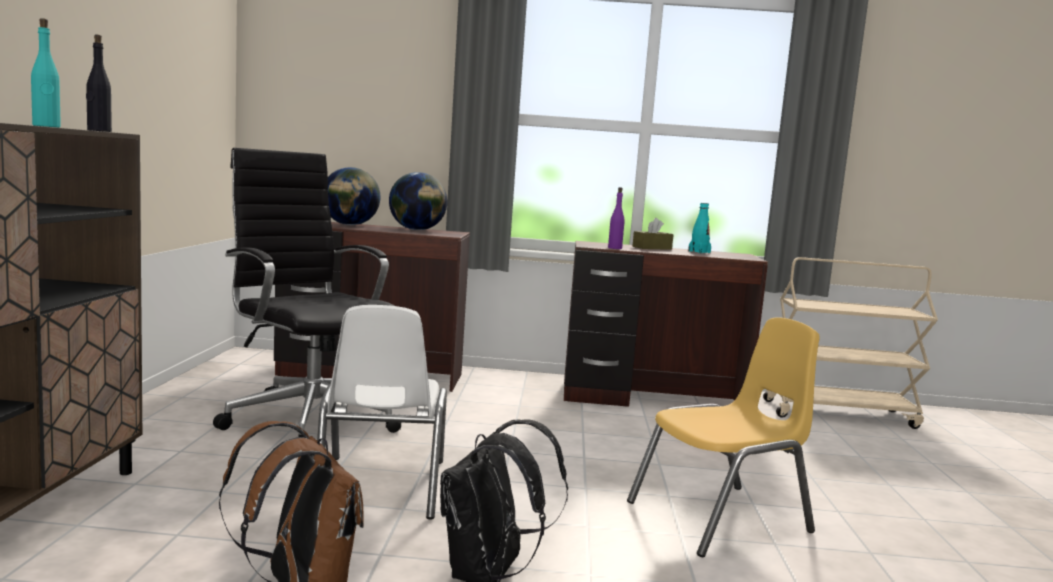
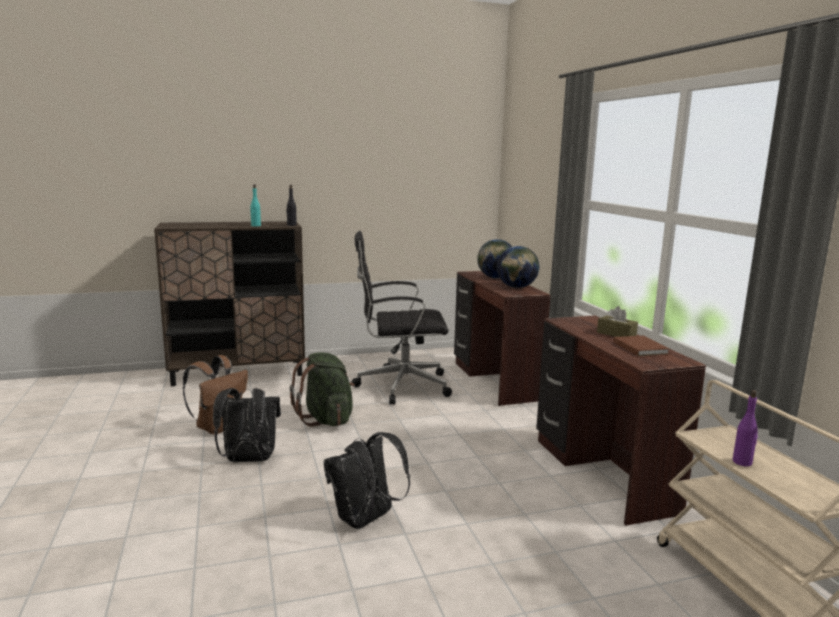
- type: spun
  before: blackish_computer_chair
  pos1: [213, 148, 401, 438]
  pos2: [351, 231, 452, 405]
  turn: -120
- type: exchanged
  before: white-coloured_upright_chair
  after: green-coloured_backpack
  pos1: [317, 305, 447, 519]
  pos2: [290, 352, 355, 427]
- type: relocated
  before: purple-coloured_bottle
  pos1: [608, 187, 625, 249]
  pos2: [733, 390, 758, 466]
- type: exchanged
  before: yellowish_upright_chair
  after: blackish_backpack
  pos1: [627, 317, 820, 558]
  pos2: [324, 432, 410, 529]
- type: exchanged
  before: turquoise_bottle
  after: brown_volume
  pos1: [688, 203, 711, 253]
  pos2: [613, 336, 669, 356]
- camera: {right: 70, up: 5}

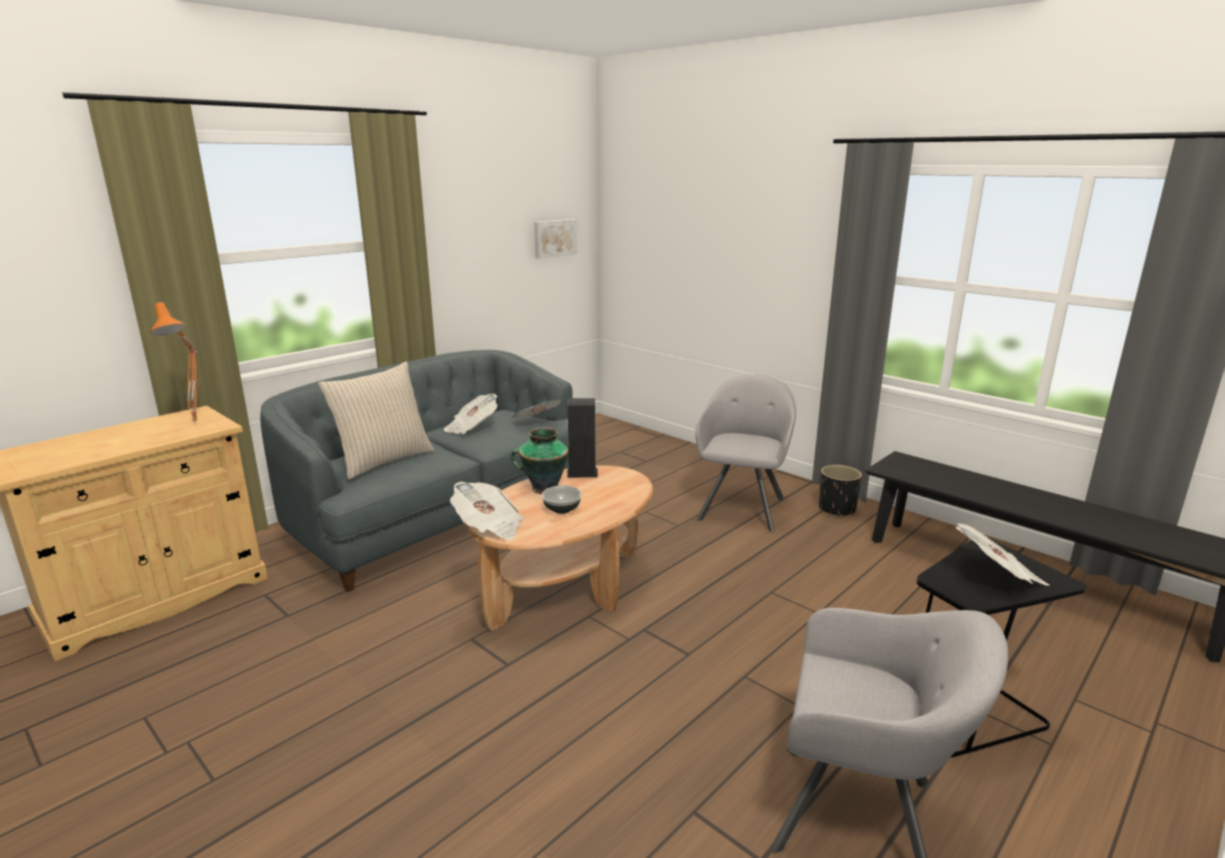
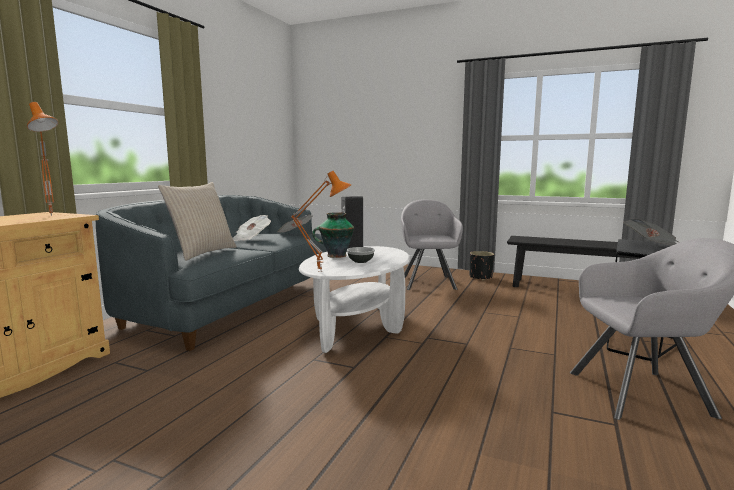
- type: exchanged
  before: printed_paper
  after: orange_tabletop_lamp
  pos1: [450, 482, 524, 540]
  pos2: [291, 171, 351, 272]
- type: colour
  before: brown_coffee_table
  after: white-coloured_coffee_table
  pos1: [468, 465, 653, 631]
  pos2: [299, 246, 410, 353]
- type: missing
  before: wall_picture
  pos1: [534, 219, 577, 259]
- camera: {right: -20, up: -10}

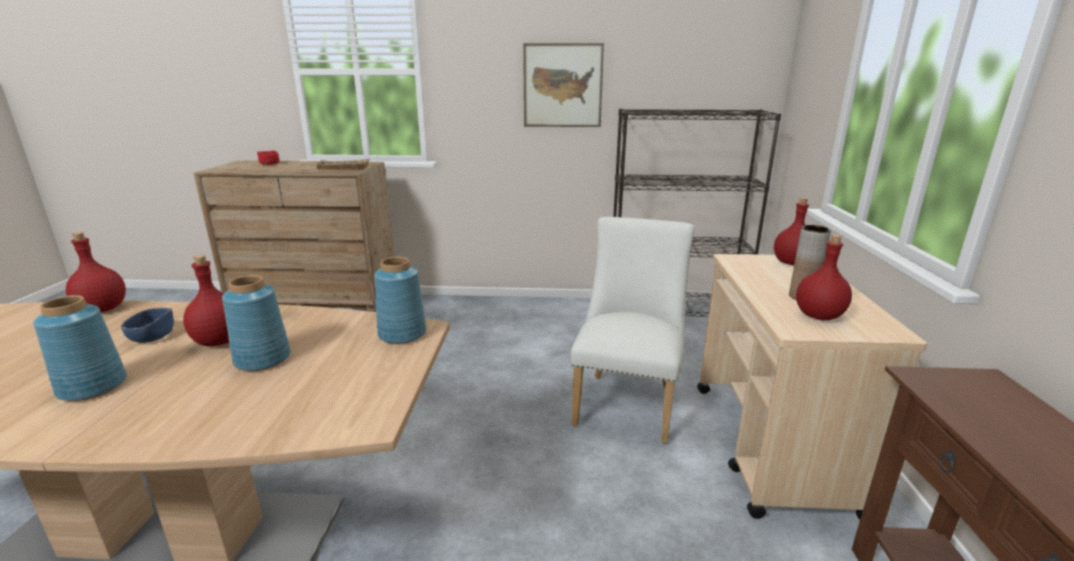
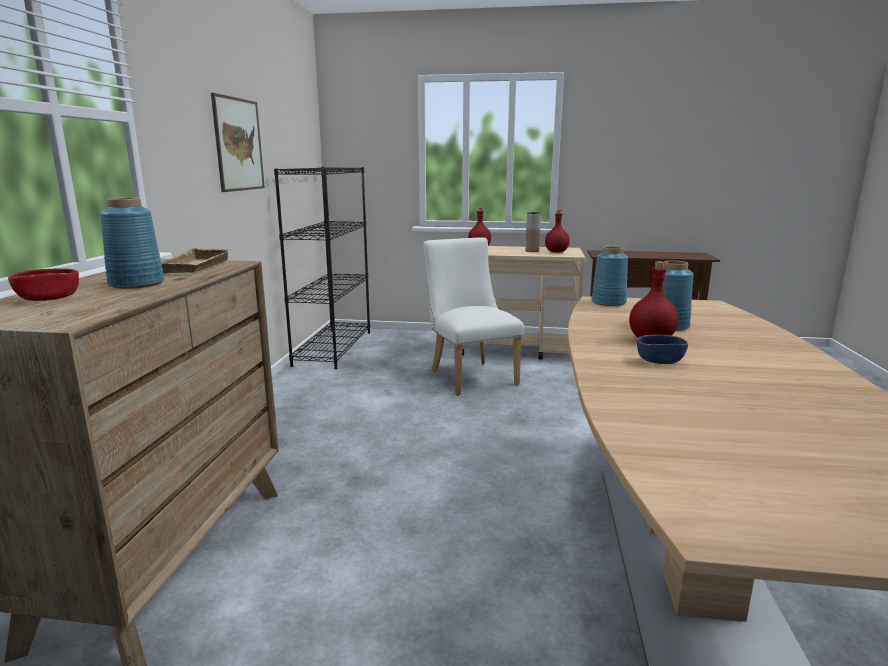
- type: relocated
  before: bluish_decorative_vase
  pos1: [33, 295, 127, 401]
  pos2: [100, 198, 165, 289]
- type: missing
  before: red_bottle
  pos1: [66, 232, 126, 312]
- type: spun
  before: white-coloured_upright_chair
  pos1: [571, 217, 695, 443]
  pos2: [423, 238, 524, 395]
  turn: 45
- camera: {right: -85, up: -5}

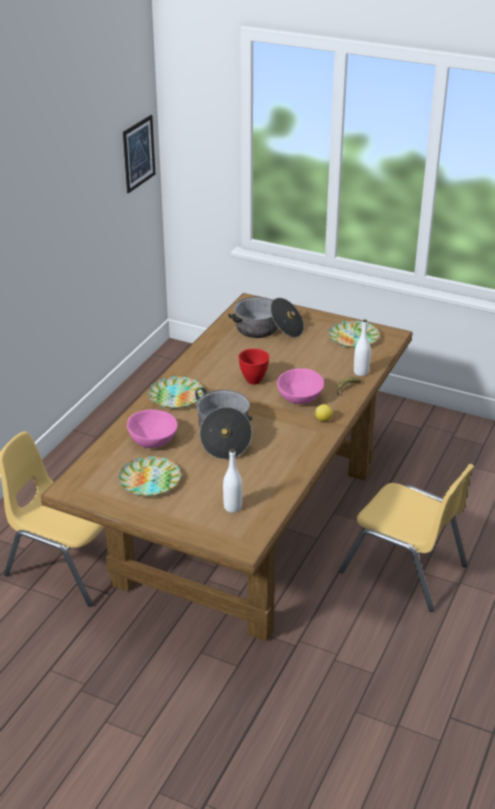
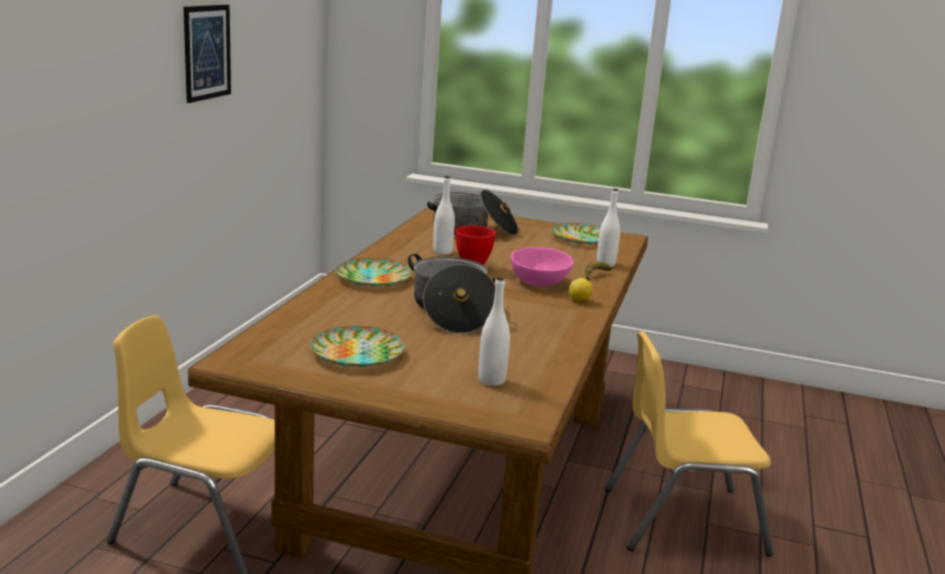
- type: relocated
  before: wall_picture
  pos1: [123, 115, 155, 193]
  pos2: [184, 5, 231, 103]
- type: missing
  before: pinkish_serving_bowl
  pos1: [127, 409, 178, 448]
- type: spun
  before: yellowish_upright_chair
  pos1: [339, 464, 475, 612]
  pos2: [605, 331, 773, 556]
  turn: 150
- type: appeared
  after: white-coloured_bottle
  pos2: [433, 176, 455, 255]
- camera: {right: -10, up: -15}

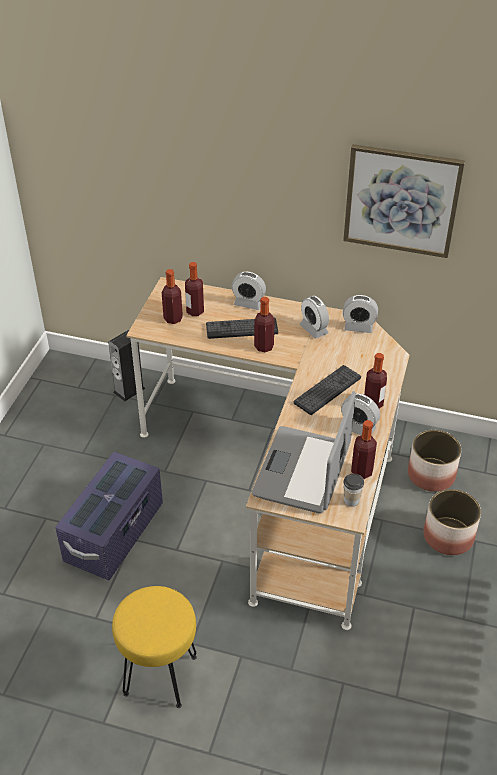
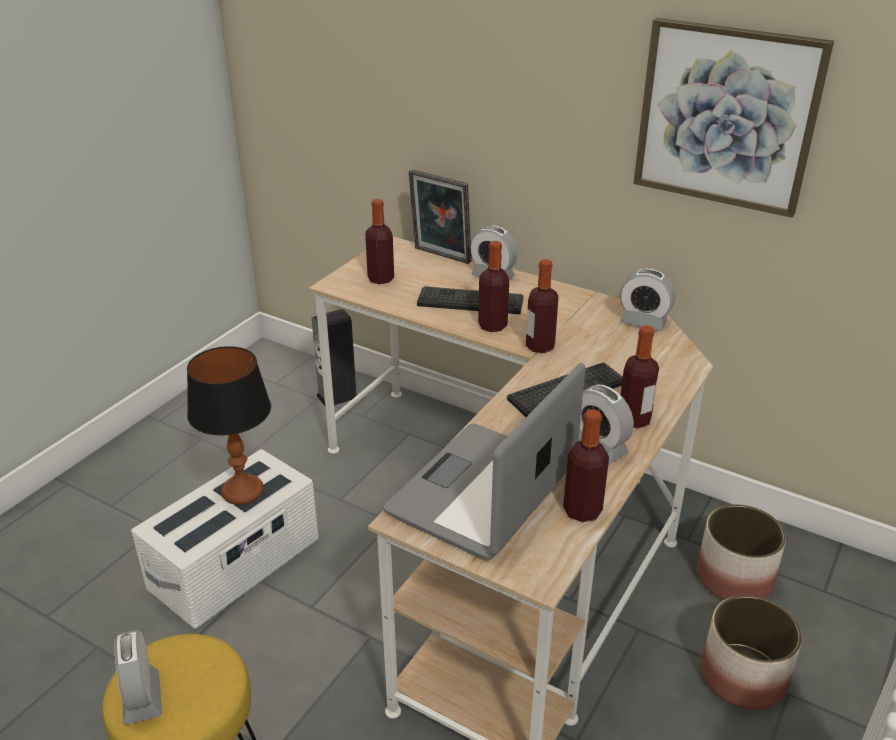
- type: colour
  before: purple-coloured_storage_bin
  after: white-coloured_storage_bin
  pos1: [55, 452, 163, 580]
  pos2: [131, 449, 319, 629]
- type: relocated
  before: bottle
  pos1: [185, 262, 204, 316]
  pos2: [526, 259, 559, 353]
- type: relocated
  before: alarm_clock
  pos1: [300, 296, 329, 339]
  pos2: [115, 629, 162, 725]
- type: missing
  before: cup
  pos1: [343, 473, 364, 507]
- type: appeared
  after: tabletop_lamp
  pos2: [187, 346, 271, 505]
- type: appeared
  after: standing_frame
  pos2: [409, 169, 472, 264]
- camera: {right: 15, up: -10}

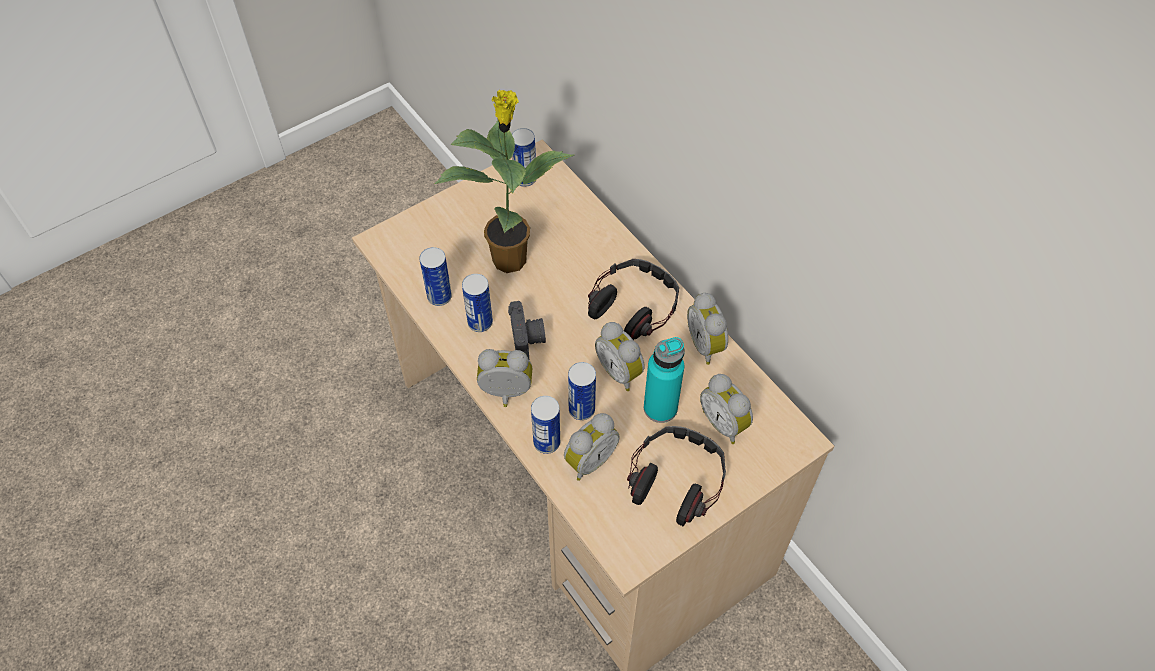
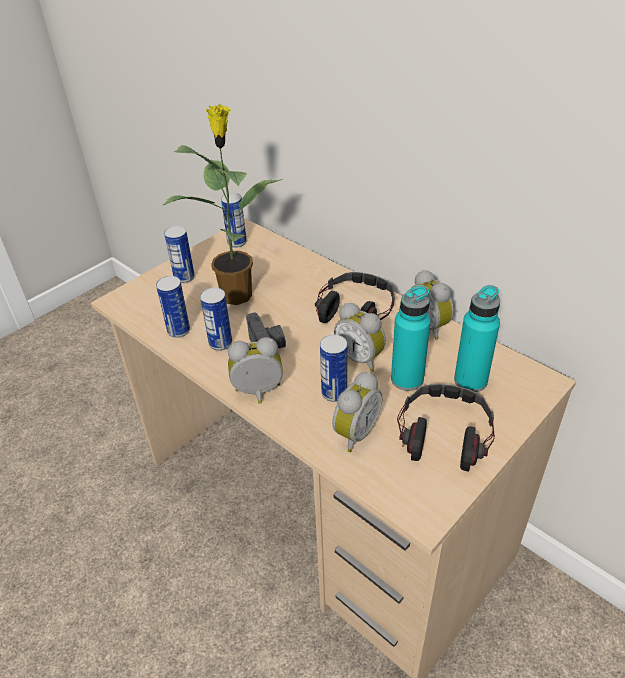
- type: relocated
  before: metal_can
  pos1: [531, 396, 560, 454]
  pos2: [164, 226, 195, 283]
- type: exchanged
  before: alarm_clock
  after: turquoise_bottle
  pos1: [700, 374, 753, 444]
  pos2: [454, 285, 500, 392]
- camera: {right: -10, up: -15}

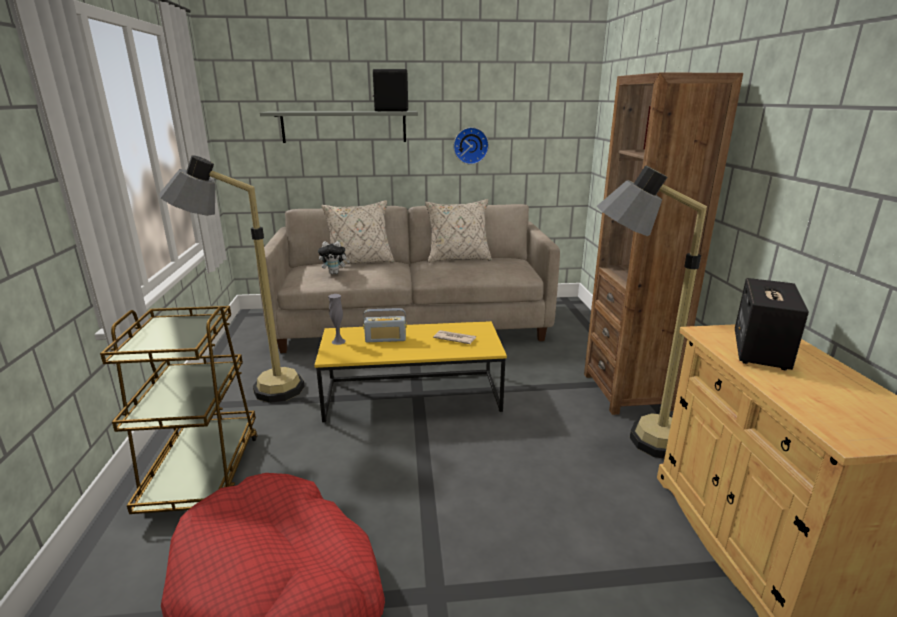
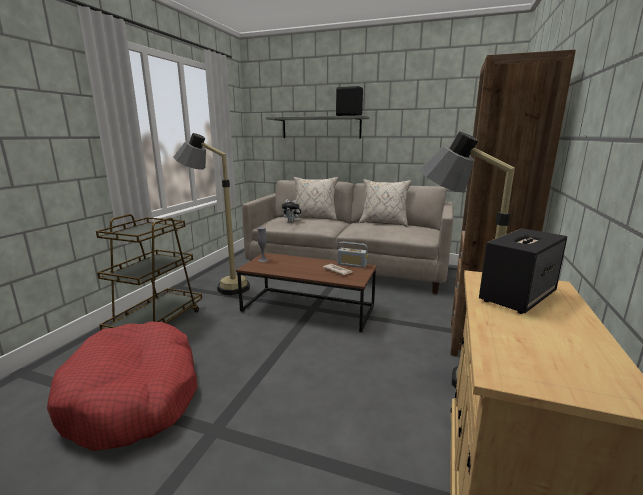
- type: colour
  before: yellowish_coffee_table
  after: brown_coffee_table
  pos1: [314, 321, 507, 422]
  pos2: [236, 253, 377, 332]
- type: relocated
  before: radio_receiver
  pos1: [363, 308, 407, 342]
  pos2: [337, 242, 368, 268]
- type: missing
  before: clock_on_the_wall
  pos1: [453, 127, 489, 164]
- camera: {right: 25, up: -5}

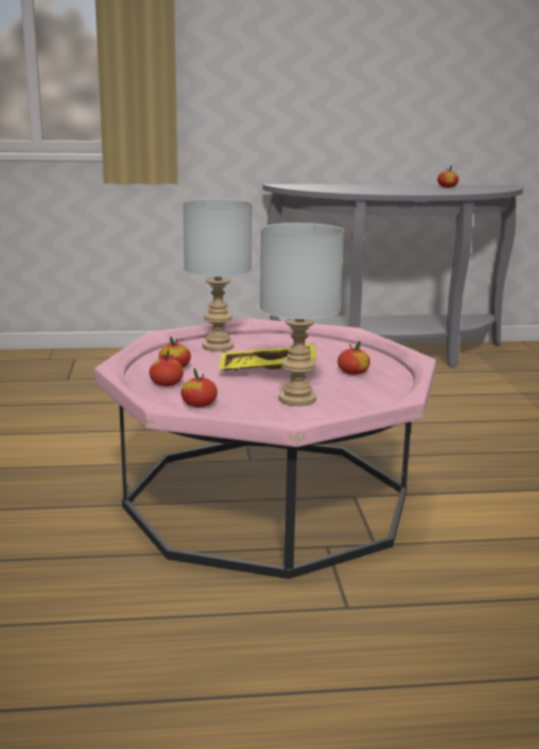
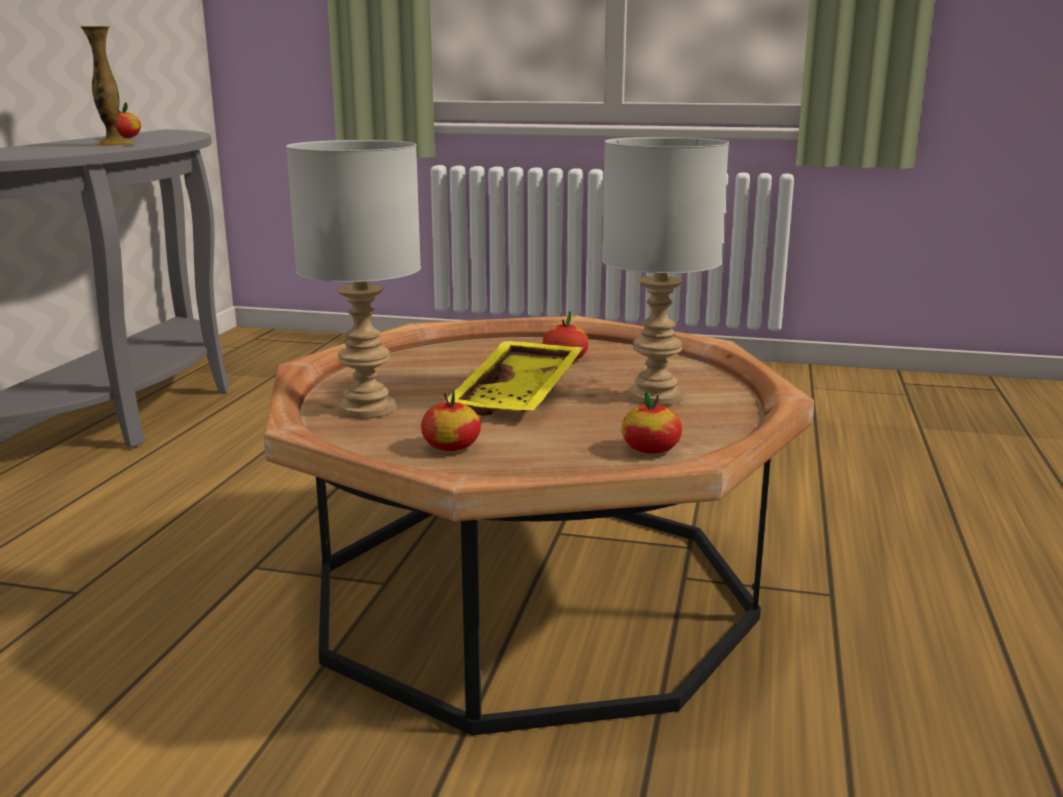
- type: colour
  before: pinkish_coffee_table
  after: brown_coffee_table
  pos1: [94, 318, 436, 579]
  pos2: [264, 316, 814, 735]
- type: missing
  before: apple_fruit
  pos1: [149, 349, 184, 386]
- type: appeared
  after: decorative_vase
  pos2: [81, 26, 134, 146]
- camera: {right: -70, up: 0}

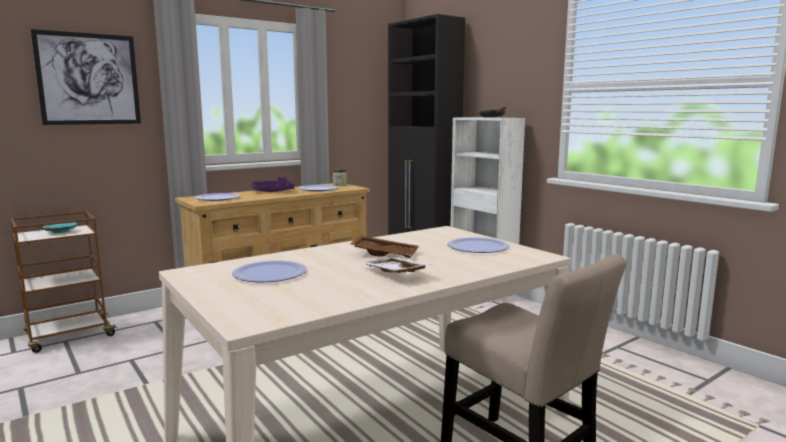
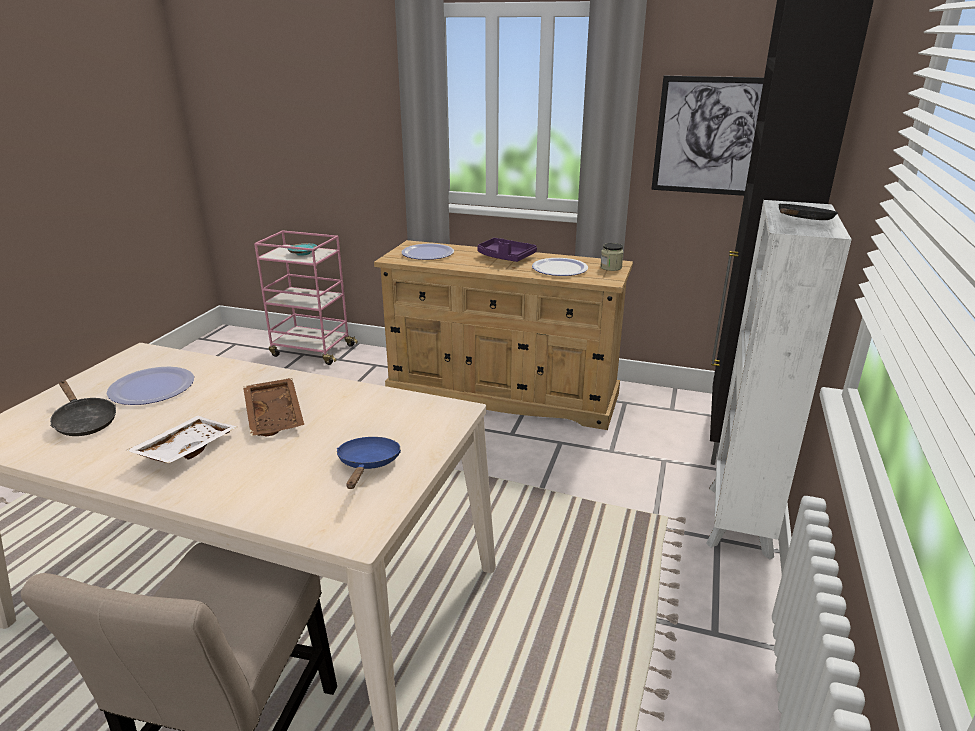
- type: colour
  before: brown_cart
  after: pinkish_cart
  pos1: [11, 211, 119, 353]
  pos2: [254, 230, 358, 365]
- type: relocated
  before: wall_picture
  pos1: [31, 29, 141, 125]
  pos2: [651, 76, 764, 196]
- type: exchanged
  before: dinner_plate
  after: bluish_pan
  pos1: [447, 237, 510, 253]
  pos2: [337, 437, 401, 489]
- type: appeared
  after: blackish_pan
  pos2: [50, 381, 116, 436]
- camera: {right: 55, up: 15}

